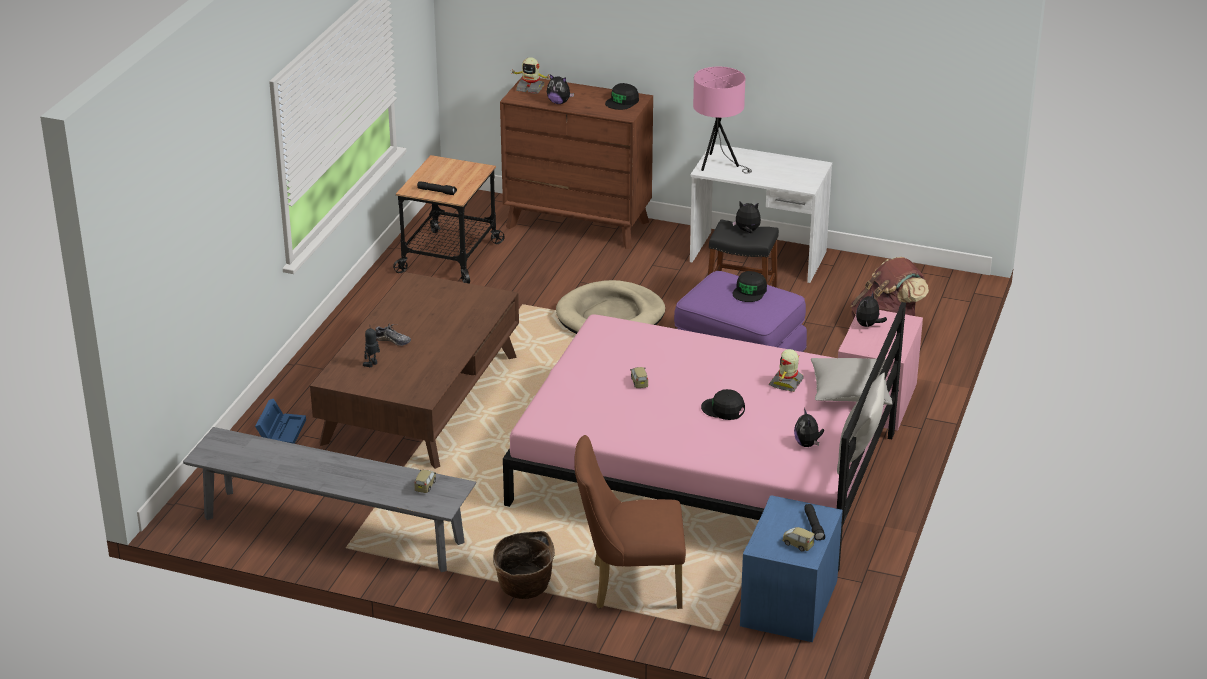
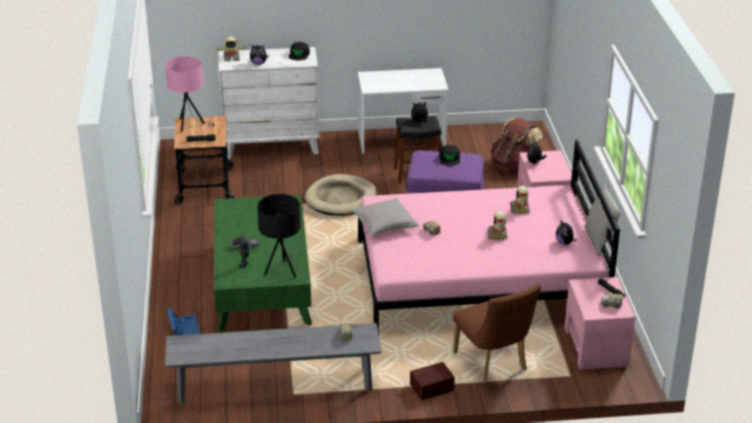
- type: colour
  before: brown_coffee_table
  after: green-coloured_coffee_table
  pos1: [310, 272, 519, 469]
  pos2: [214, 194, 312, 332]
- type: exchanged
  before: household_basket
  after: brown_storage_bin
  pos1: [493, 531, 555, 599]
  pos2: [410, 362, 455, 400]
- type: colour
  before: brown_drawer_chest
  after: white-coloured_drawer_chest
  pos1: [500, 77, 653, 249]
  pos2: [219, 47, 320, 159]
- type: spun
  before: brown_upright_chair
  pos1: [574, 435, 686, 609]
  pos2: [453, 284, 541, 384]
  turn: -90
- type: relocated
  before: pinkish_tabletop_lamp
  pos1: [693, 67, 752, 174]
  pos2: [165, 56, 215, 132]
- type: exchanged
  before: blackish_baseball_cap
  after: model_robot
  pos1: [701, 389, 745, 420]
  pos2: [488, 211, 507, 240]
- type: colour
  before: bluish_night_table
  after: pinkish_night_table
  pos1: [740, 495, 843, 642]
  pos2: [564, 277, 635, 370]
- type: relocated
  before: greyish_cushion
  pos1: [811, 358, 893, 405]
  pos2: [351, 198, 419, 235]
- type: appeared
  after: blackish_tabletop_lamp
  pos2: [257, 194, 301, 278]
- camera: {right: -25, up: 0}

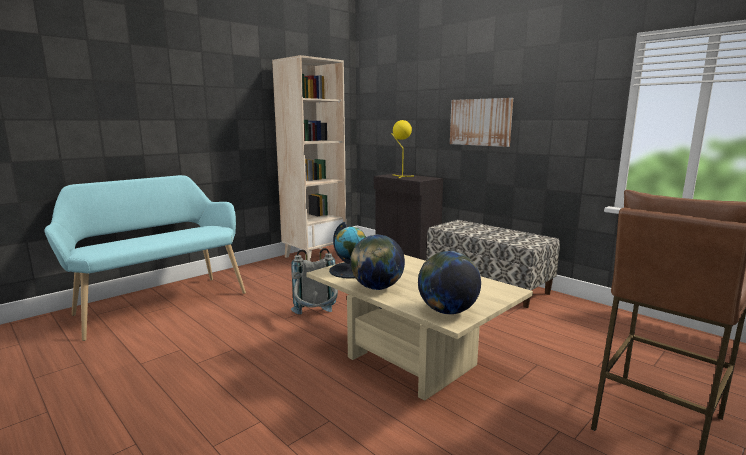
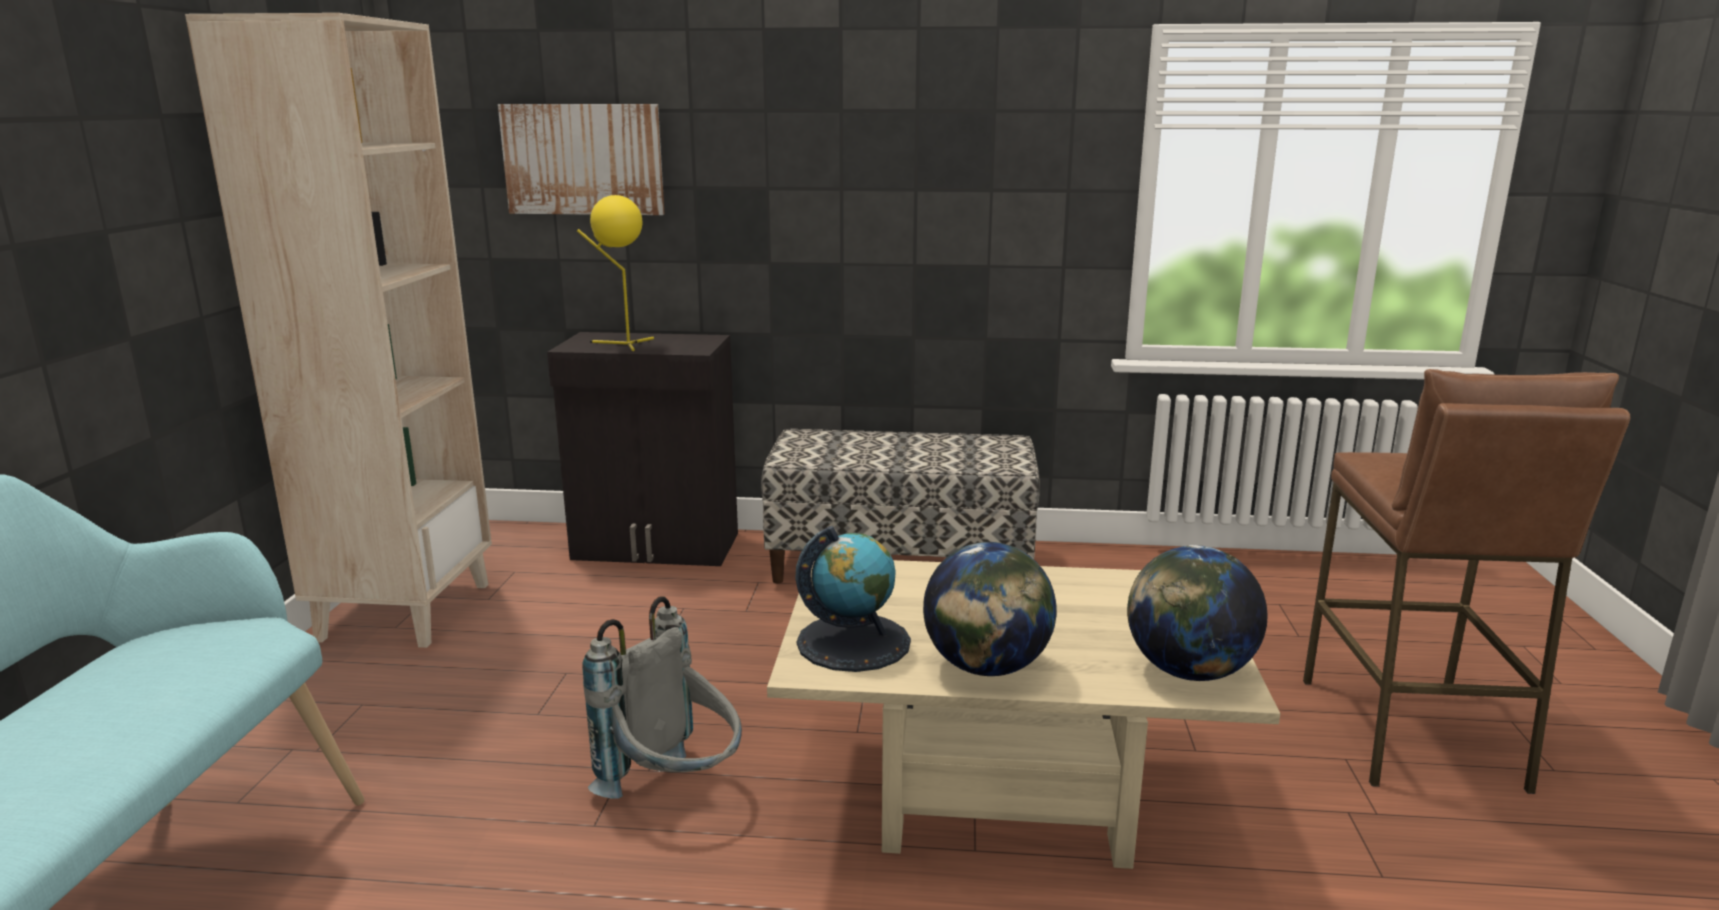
- type: relocated
  before: wall_picture
  pos1: [450, 98, 513, 147]
  pos2: [498, 104, 665, 215]
- camera: {right: -40, up: 5}

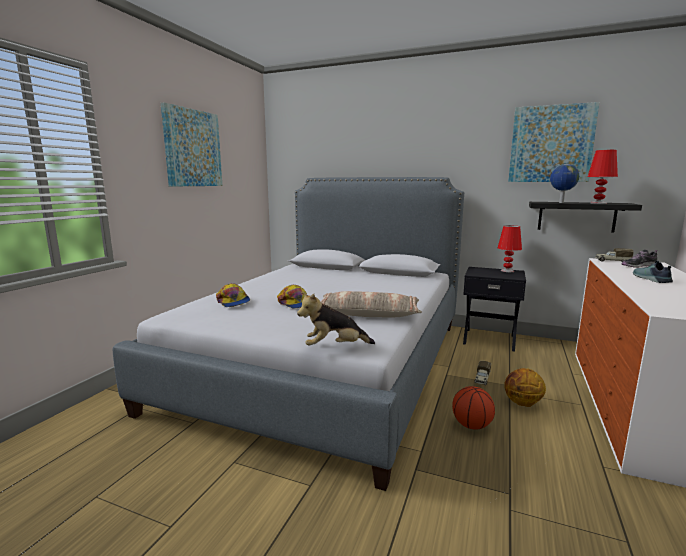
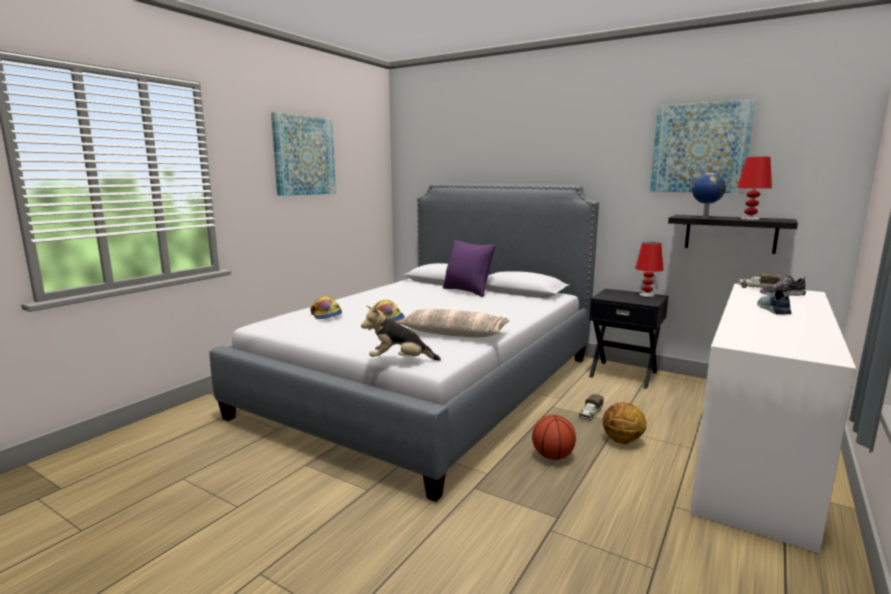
- type: appeared
  after: purple-coloured_cushion
  pos2: [443, 240, 495, 297]
- camera: {right: 10, up: 0}

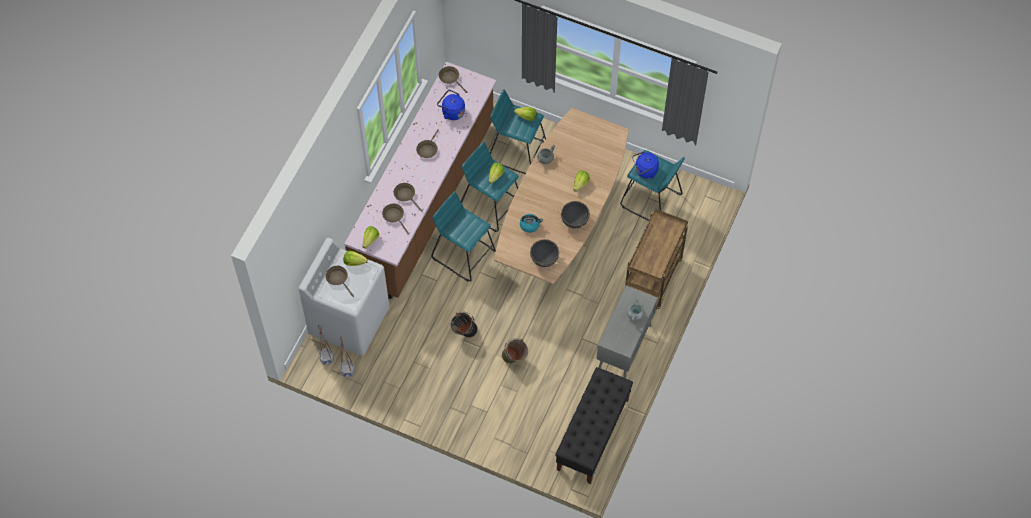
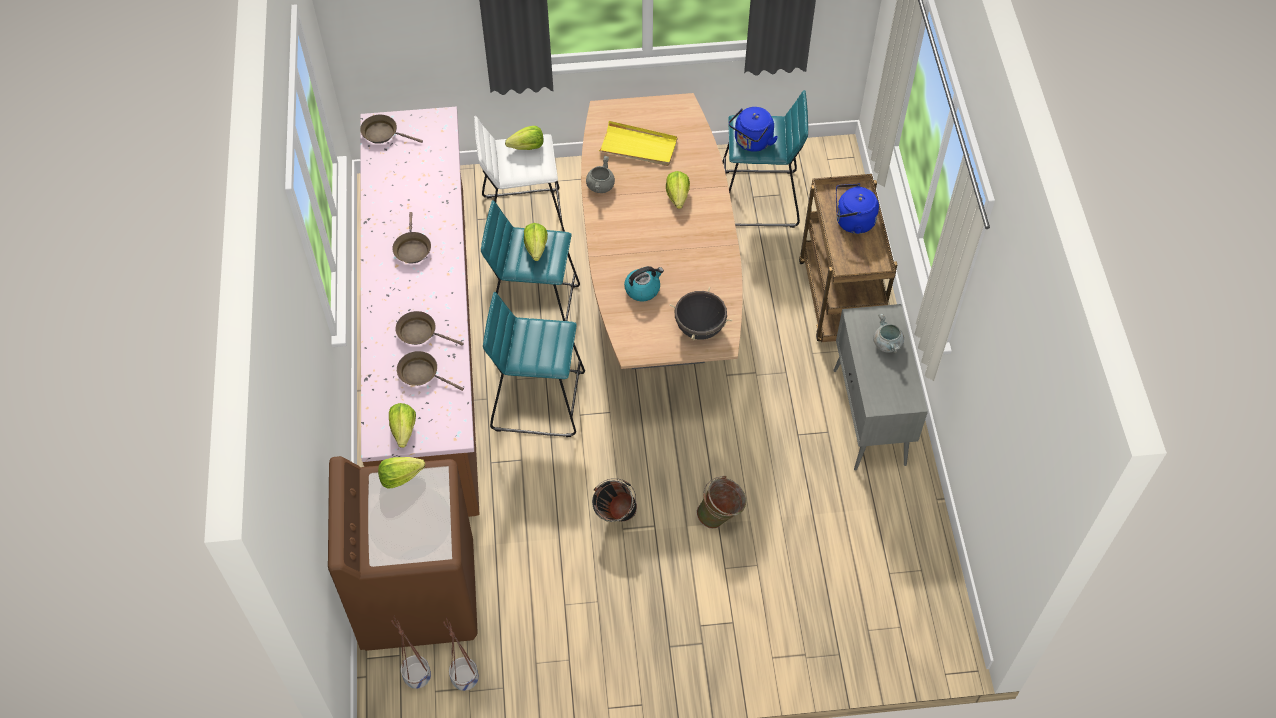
- type: colour
  before: white-coloured_laundry_appliance
  after: brown_laundry_appliance
  pos1: [299, 238, 390, 356]
  pos2: [328, 456, 478, 651]
- type: missing
  before: brown_pan
  pos1: [326, 266, 354, 297]
- type: relocated
  before: bluish_kettle
  pos1: [437, 90, 465, 120]
  pos2: [836, 183, 879, 234]
- type: colour
  before: turquoise_stool
  after: white-coloured_stool
  pos1: [490, 89, 546, 174]
  pos2: [474, 116, 565, 232]
- type: missing
  before: blackish_long_seat
  pos1: [555, 367, 633, 484]
- type: missing
  before: blackish_saucepot
  pos1: [559, 200, 591, 229]
- type: appeared
  after: yellowish_carrying_tray
  pos2: [599, 121, 678, 166]
- camera: {right: -30, up: -5}

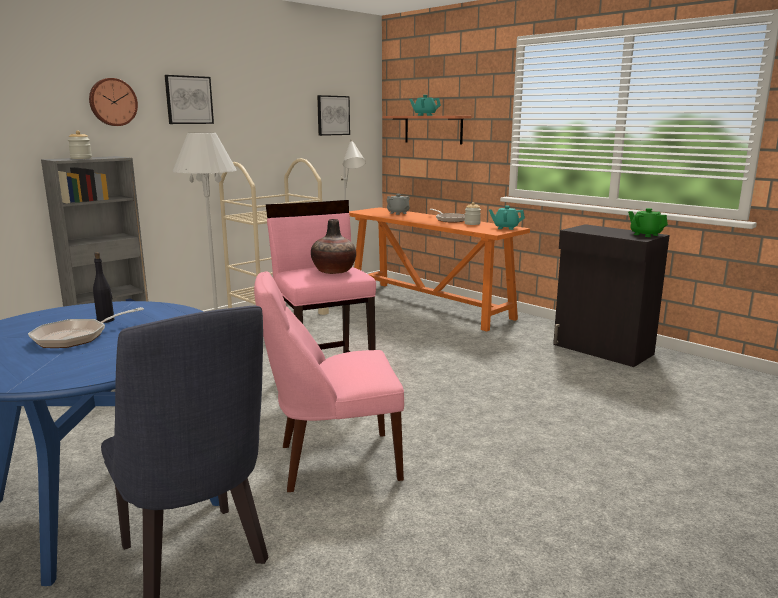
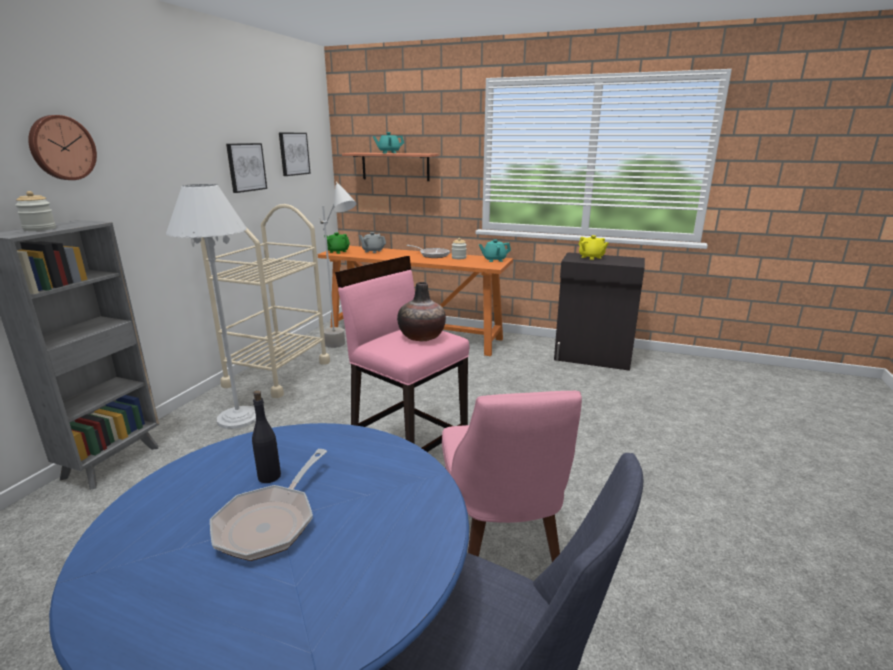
- type: relocated
  before: wall_picture
  pos1: [164, 75, 214, 124]
  pos2: [226, 143, 267, 193]
- type: spun
  before: pinkish_upright_chair
  pos1: [254, 271, 404, 492]
  pos2: [442, 391, 582, 562]
  turn: -60
- type: relocated
  before: green-coloured_teapot
  pos1: [628, 208, 668, 237]
  pos2: [324, 233, 350, 254]
- type: appeared
  after: yellowish_teapot
  pos2: [578, 235, 609, 260]
- camera: {right: -25, up: 5}

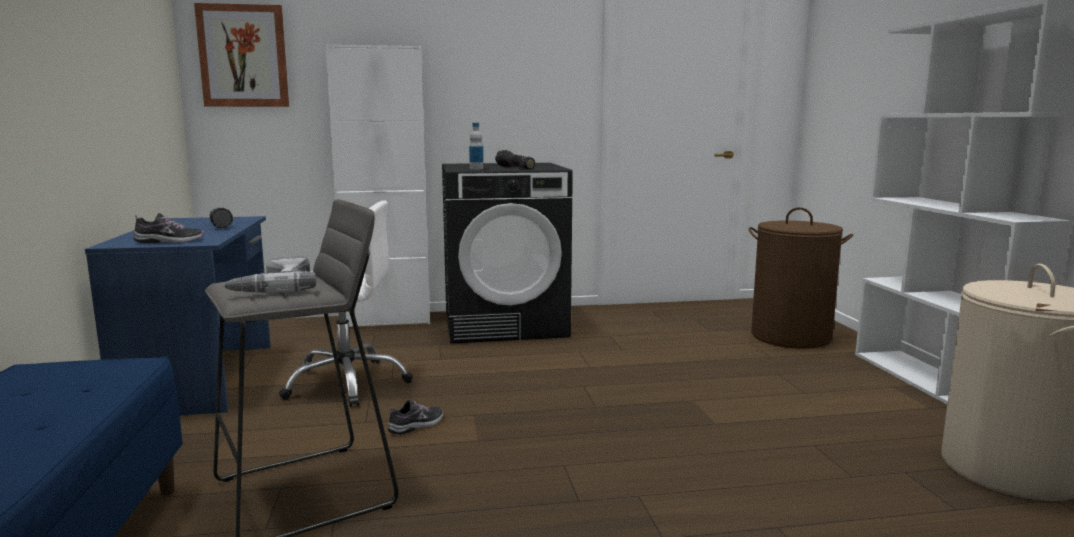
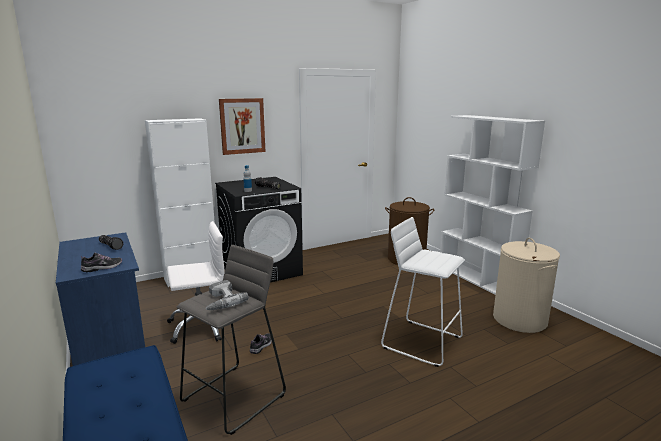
- type: relocated
  before: wall_picture
  pos1: [194, 3, 289, 107]
  pos2: [219, 98, 265, 155]
- type: appeared
  after: white-coloured_stool
  pos2: [381, 217, 465, 367]
- camera: {right: -20, up: 5}

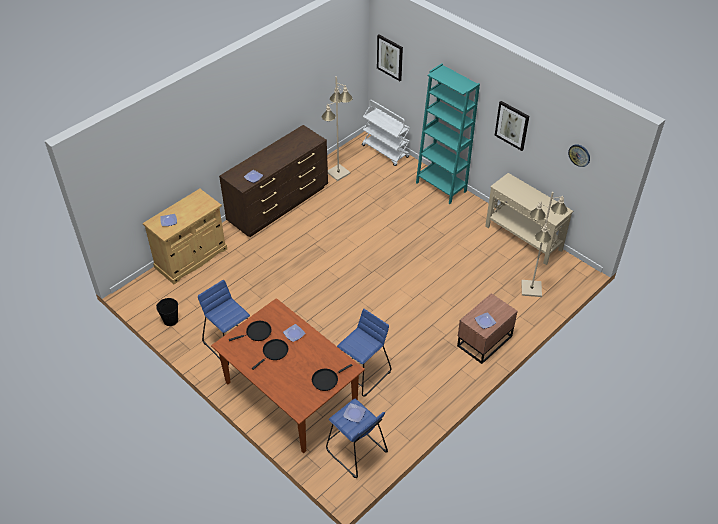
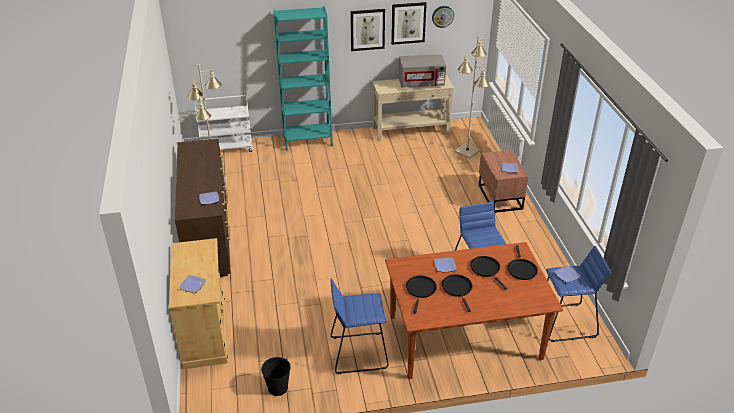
- type: relocated
  before: wall_picture
  pos1: [377, 34, 403, 81]
  pos2: [391, 2, 427, 45]
- type: appeared
  after: greyish_kitchen_microwave
  pos2: [398, 55, 446, 88]
- type: appeared
  after: blackish_pan
  pos2: [470, 256, 507, 290]
- camera: {right: -55, up: -10}

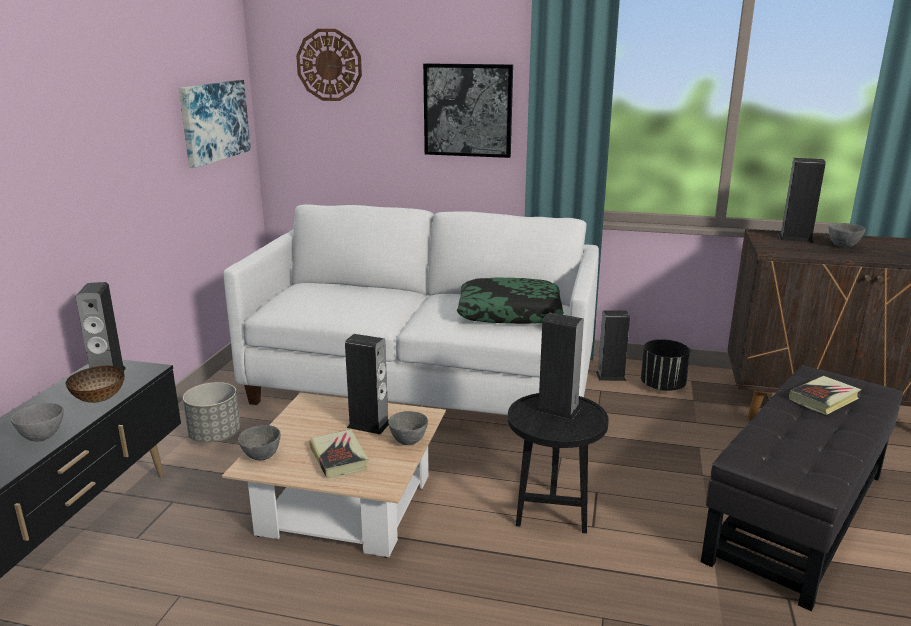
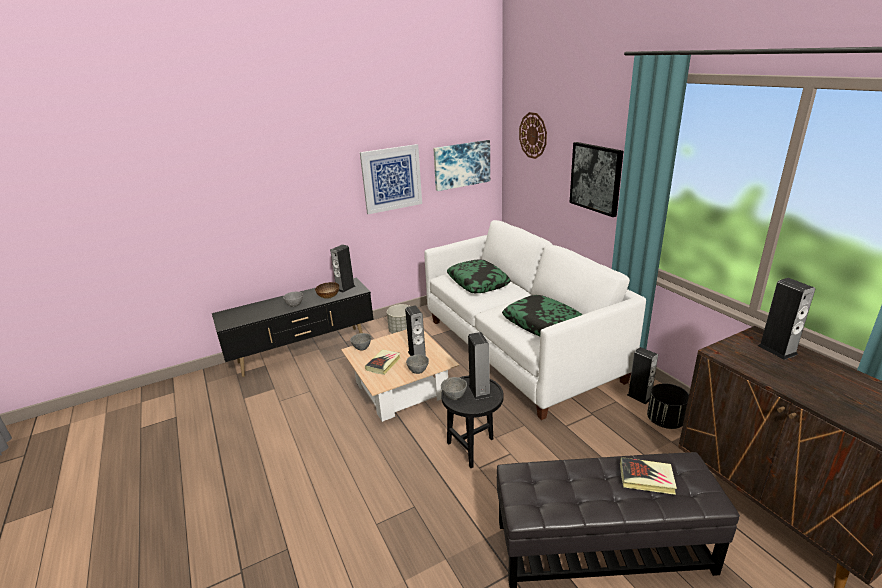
- type: relocated
  before: greyish_serving_bowl
  pos1: [829, 223, 866, 247]
  pos2: [441, 377, 467, 400]
- type: appeared
  after: wall_picture
  pos2: [360, 144, 422, 214]
- type: appeared
  after: cushion
  pos2: [447, 259, 511, 293]
- camera: {right: 50, up: 5}

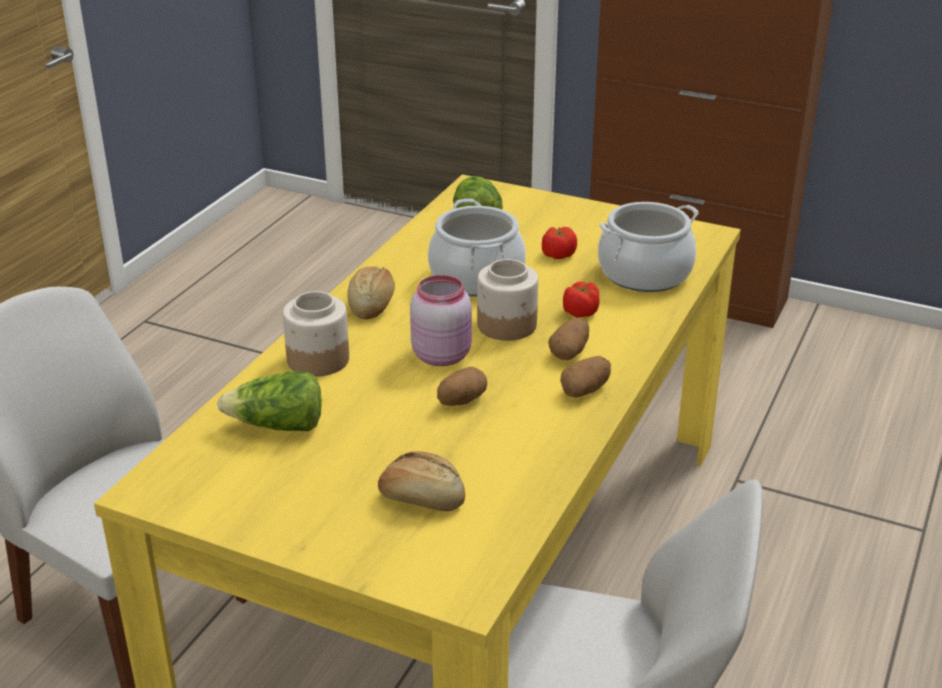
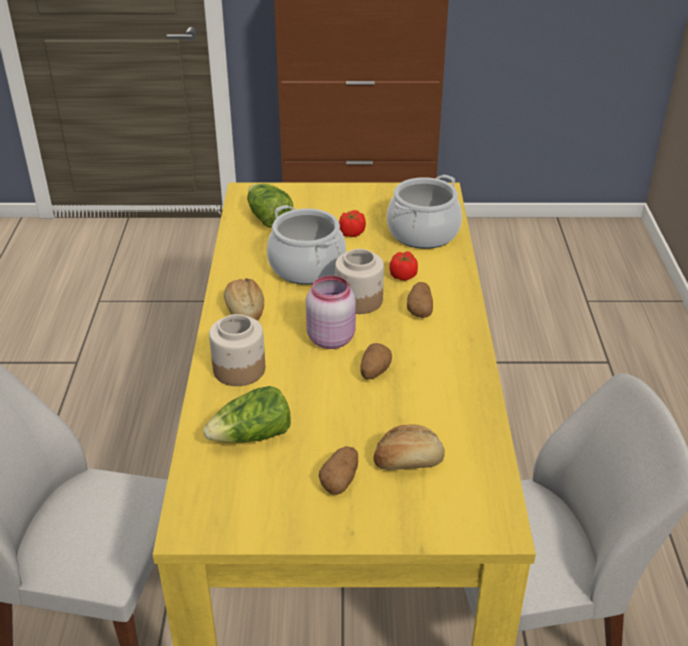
- type: relocated
  before: whole_potato
  pos1: [560, 356, 611, 398]
  pos2: [319, 446, 358, 495]
- camera: {right: -25, up: 5}

